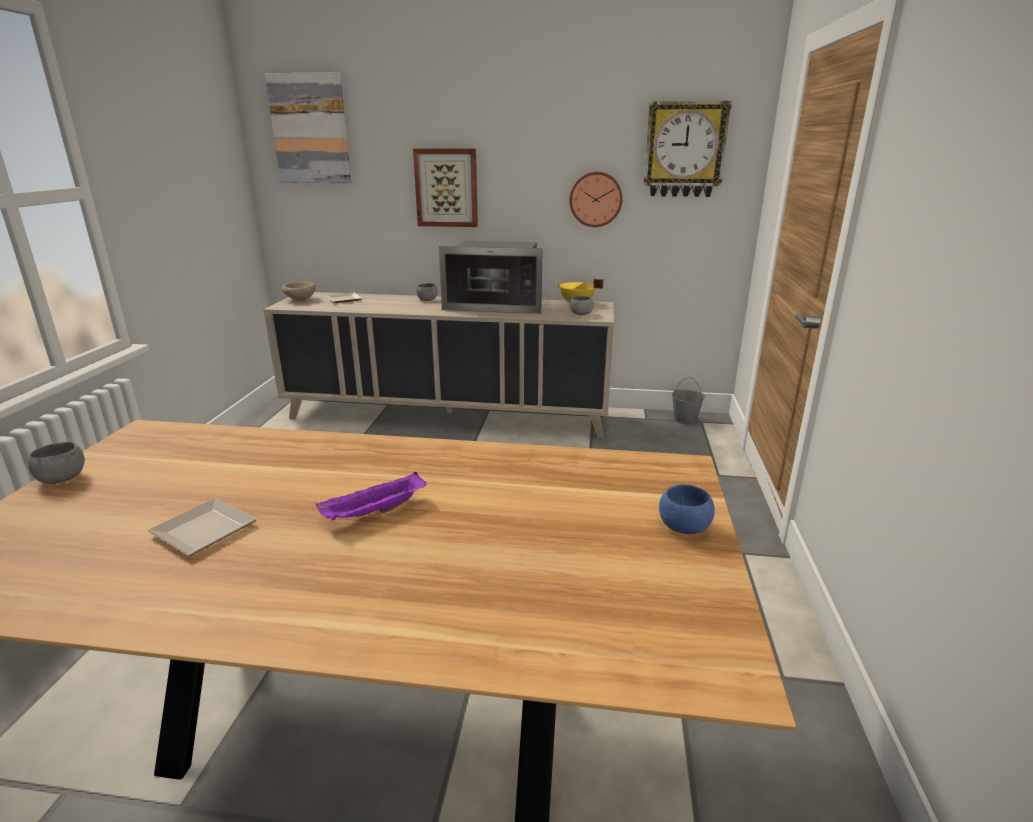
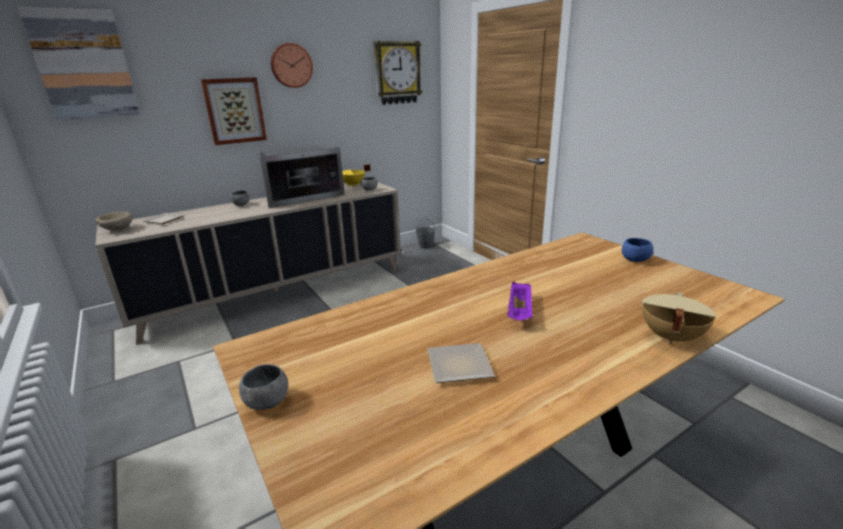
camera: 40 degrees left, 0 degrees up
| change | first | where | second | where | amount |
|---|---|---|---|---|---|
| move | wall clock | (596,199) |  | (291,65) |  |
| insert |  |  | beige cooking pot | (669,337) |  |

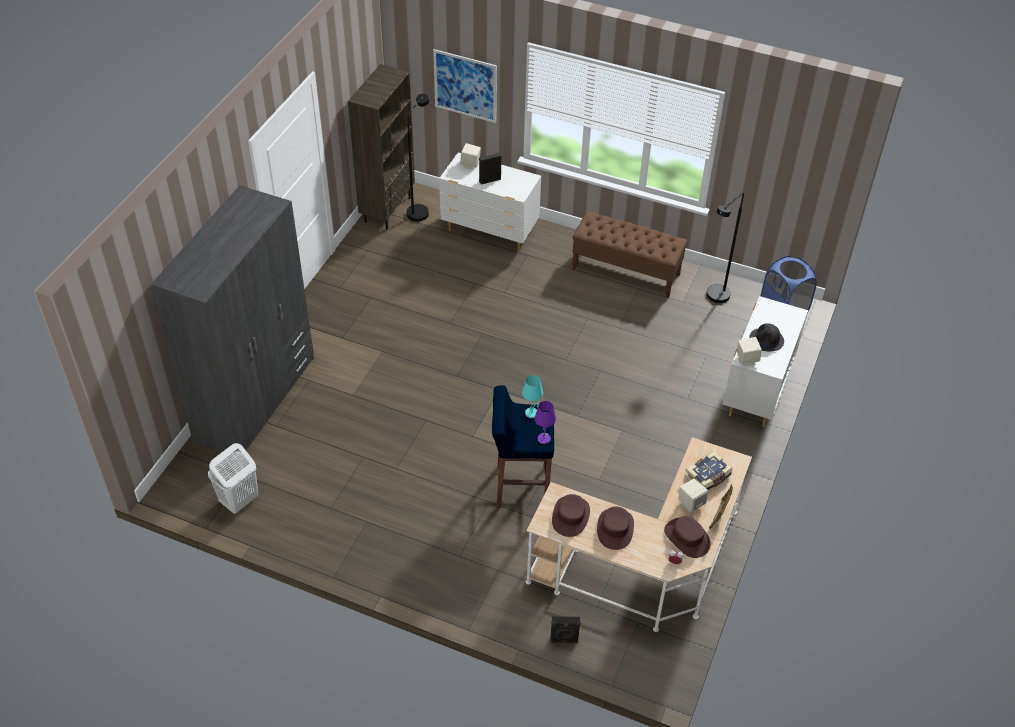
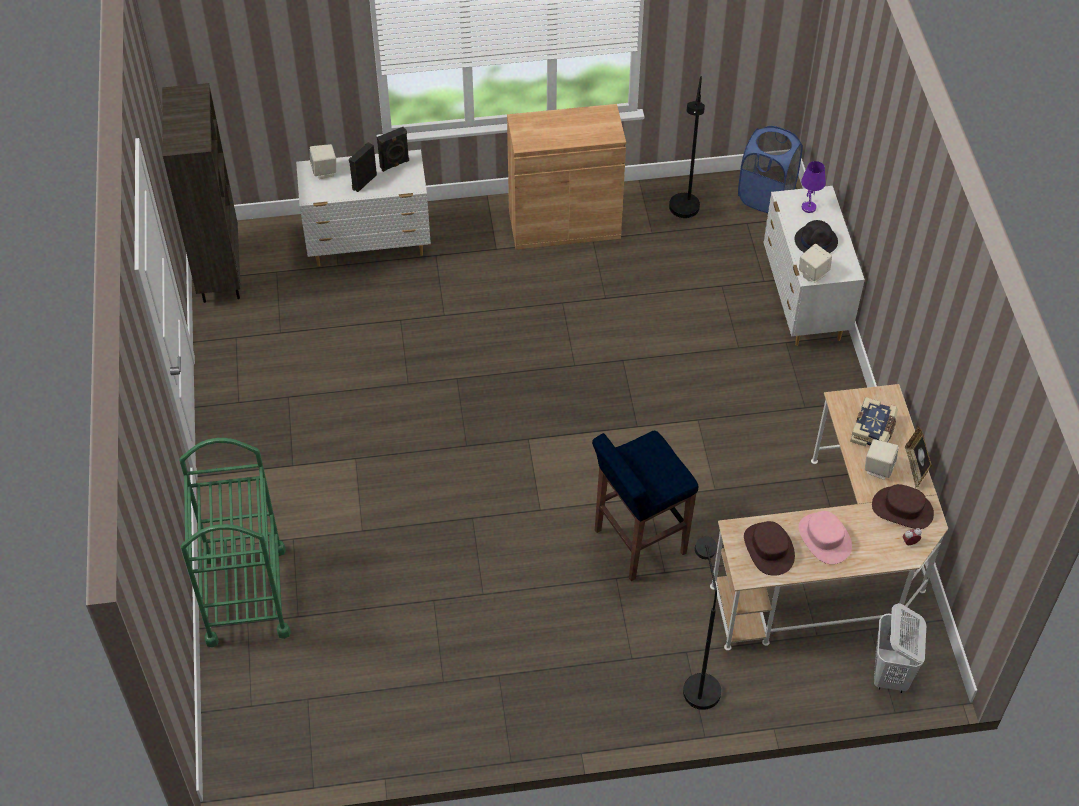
camera: 30 degrees left, 5 degrees up
| change | first | where | second | where | amount |
|---|---|---|---|---|---|
| replace | grey wardrobe | (256,399) | green cart | (246,595) |  |
| move | black speaker | (564,640) |  | (395,164) |  |
| replace | brown bench | (626,272) | brown cabinet | (564,225) |  |
| move | black floor lamp | (419,210) |  | (698,683) |  |
| recolor | brown hat | (615,529) | pink hat | (824,538) |  |
| move | purple table lamp | (543,438) |  | (808,207) |  |
| move | white laundry basket | (239,501) |  | (890,674) |  |
| delete | picture | (465,86) |  |  |  |
| delete | turquoise table lamp | (531,413) |  |  |  |

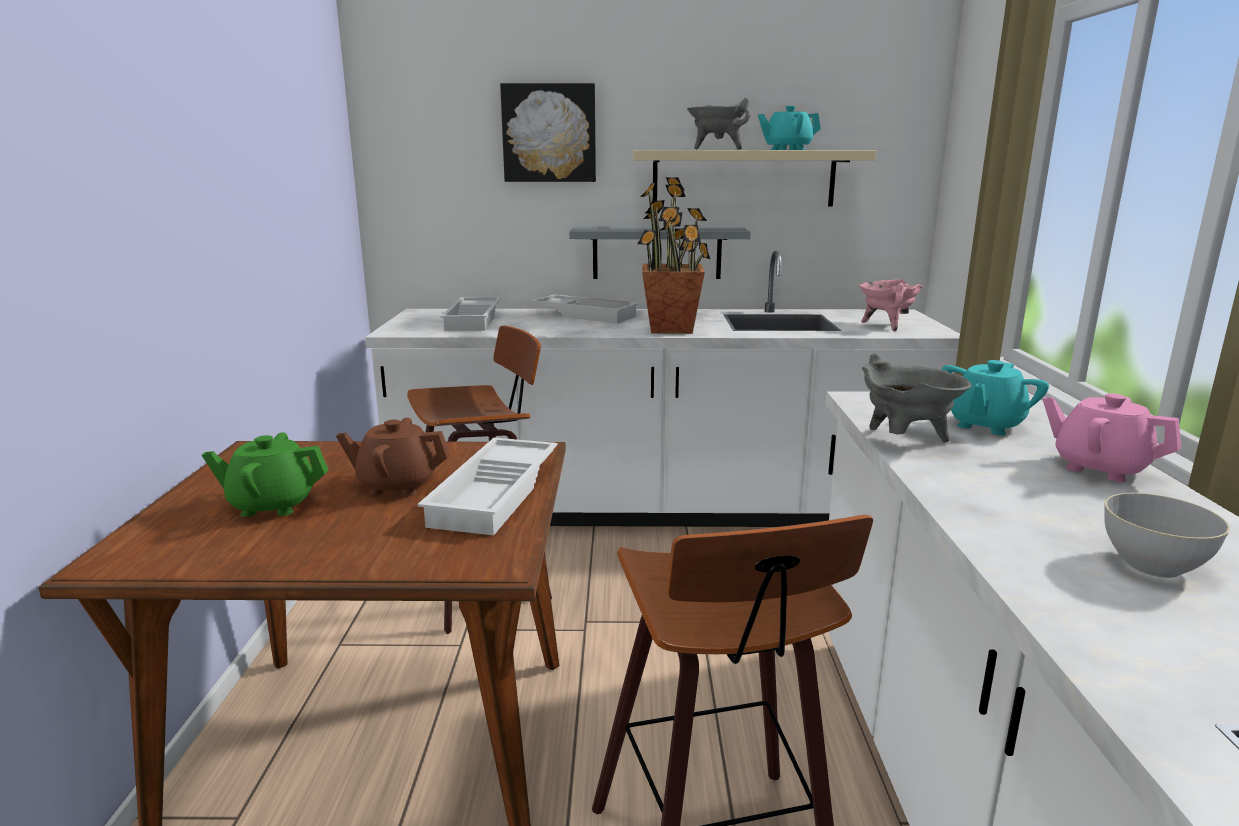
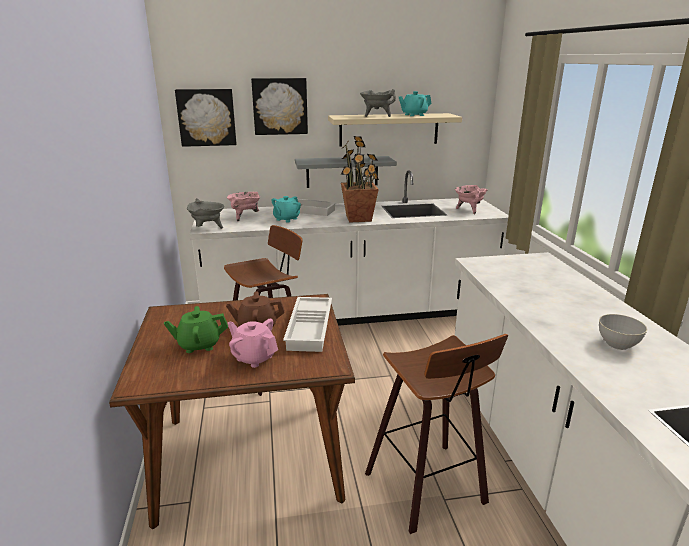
camera: 10 degrees left, 5 degrees up
| change | first | where | second | where | amount |
|---|---|---|---|---|---|
| insert |  |  | picture | (206,117) |  |
| move | grey cooking pot | (905,441) |  | (208,229) |  |
| replace | white tray | (475,320) | pink cooking pot | (245,217) |  |
| move | pink teapot | (1099,468) |  | (254,357) |  |
| move | turquoise teapot | (985,425) |  | (286,219) |  |

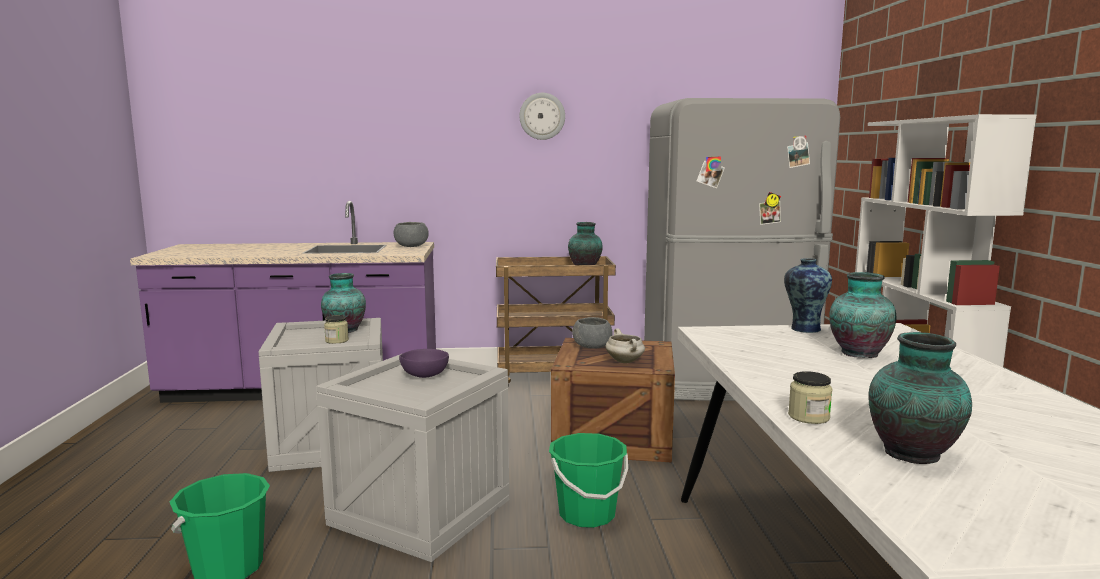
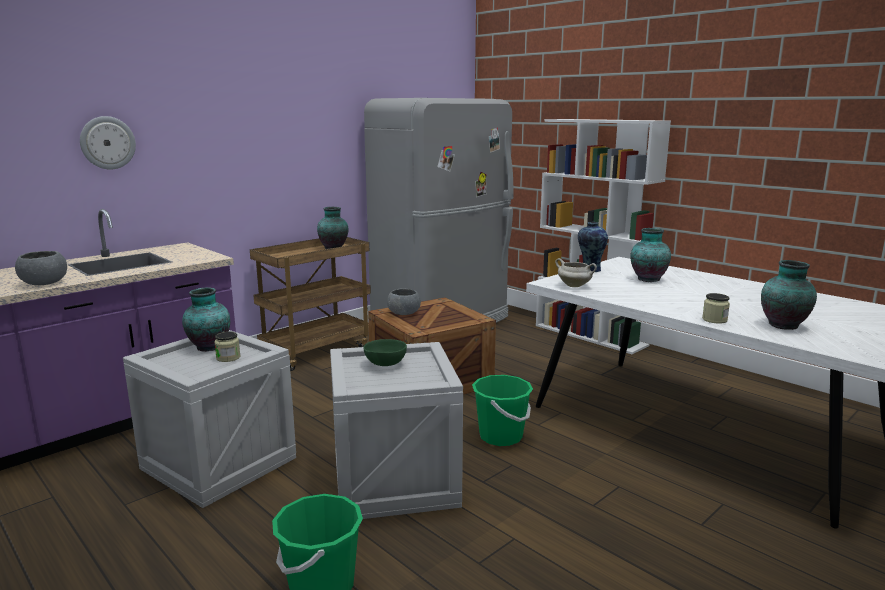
camera: 40 degrees left, 5 degrees up
| change | first | where | second | where | amount |
|---|---|---|---|---|---|
| move | grey bowl | (411,246) |  | (44,283) |  |
| move | wall clock | (542,116) |  | (107,143) |  |
| recolor | purple bowl | (423,376) | green bowl | (384,364) |  |
| move | white cooking pot | (625,361) |  | (575,286) |  |

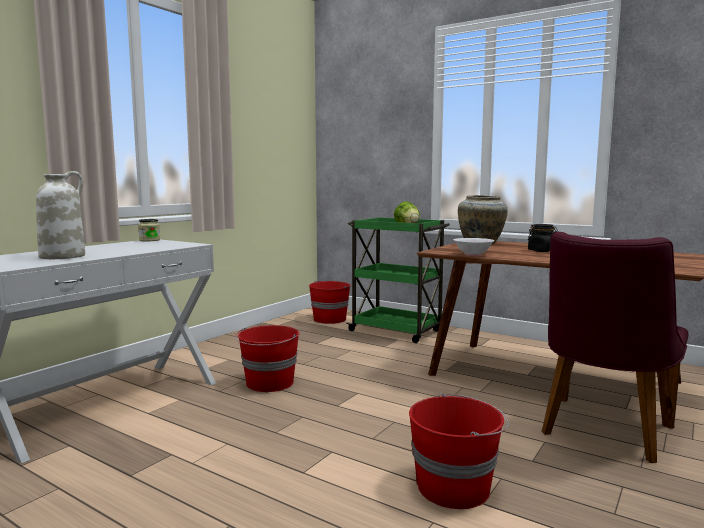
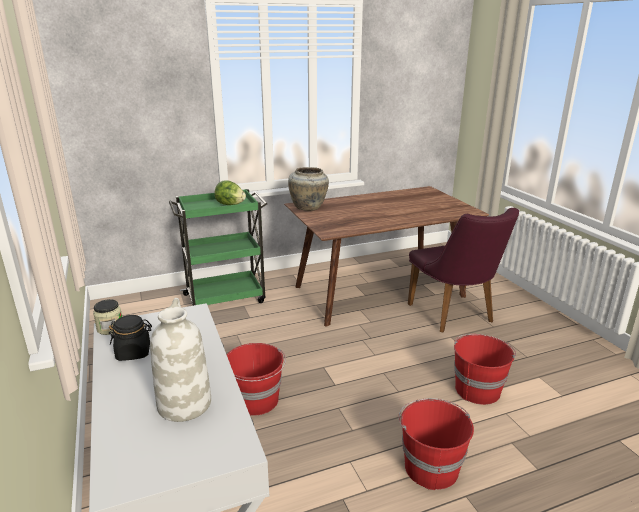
camera: 55 degrees left, 15 degrees up
| change | first | where | second | where | amount |
|---|---|---|---|---|---|
| move | black jar | (542,251) |  | (134,352) |  |
| move | red bucket | (330,319) |  | (430,467) |  |
| delete | white bowl | (473,254) |  |  |  |

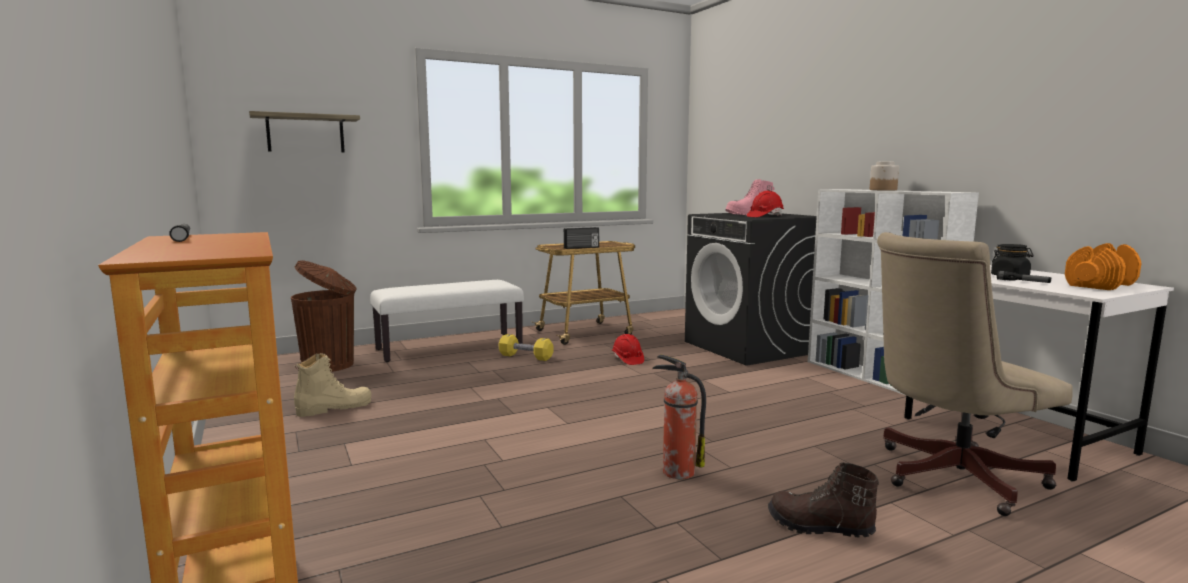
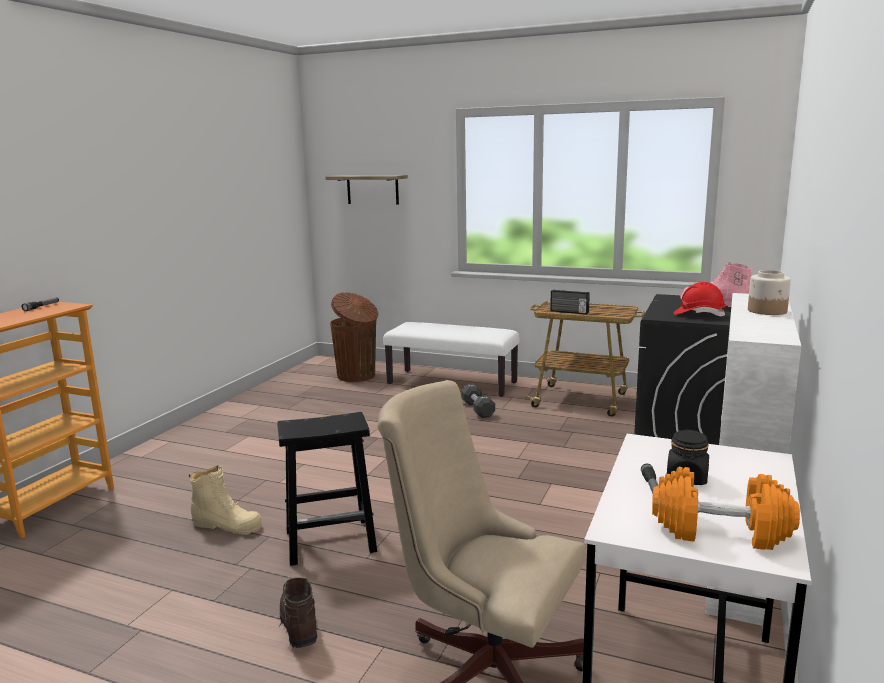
camera: 50 degrees right, 5 degrees up
| change | first | where | second | where | amount |
|---|---|---|---|---|---|
| move | beige boot | (334,408) |  | (227,525) |  |
| replace | fire extinguisher | (676,471) | black stool | (332,540) |  |
| recolor | yellow dumbbell | (526,357) | black dumbbell | (477,409) |  |
| delete | red hard hat | (627,359) |  |  |  |

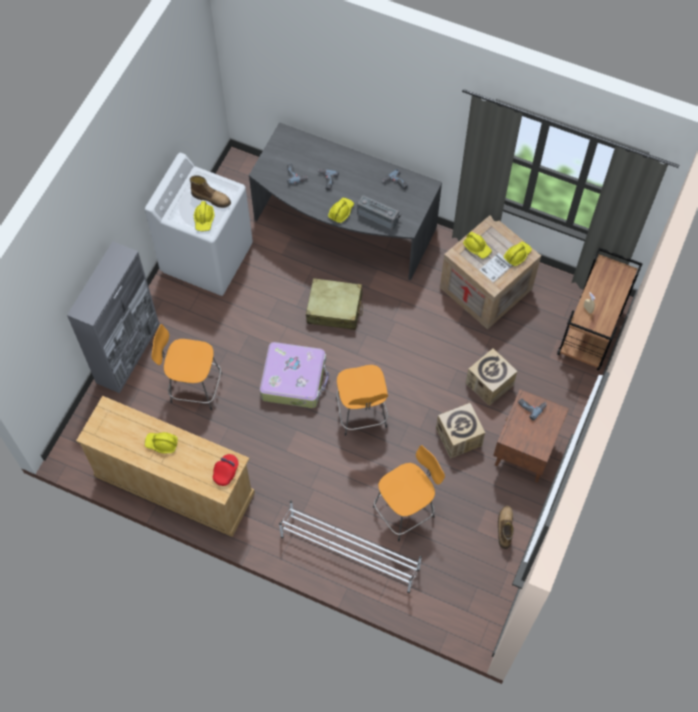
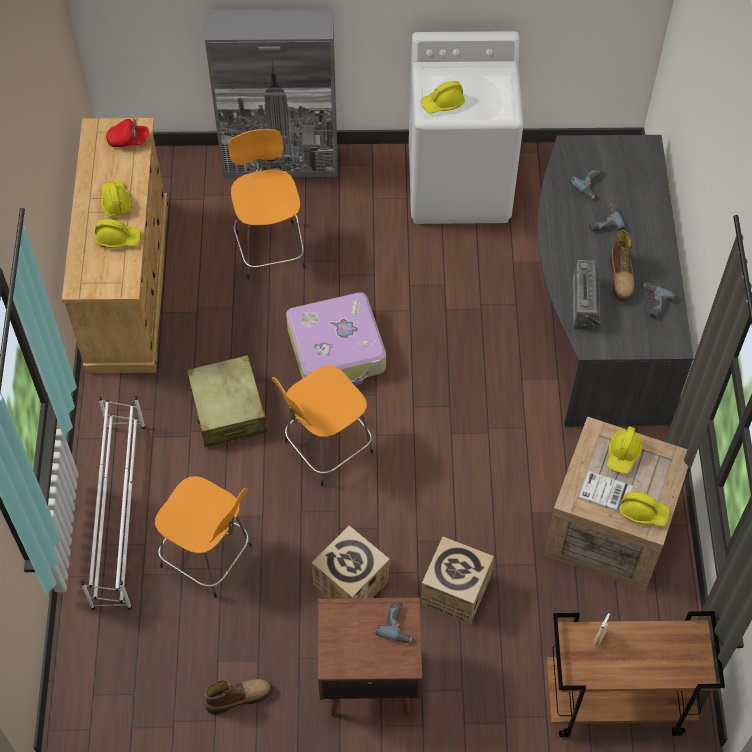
camera: 65 degrees right, 5 degrees down
| change | first | where | second | where | amount |
|---|---|---|---|---|---|
| move | yellow hard hat | (341,212) |  | (118,238) |  |
| move | red cap | (226,472) |  | (128,140) |  |
| move | beige suitcase | (334,309) |  | (228,409) |  |
| move | boot | (211,198) |  | (621,278) |  |

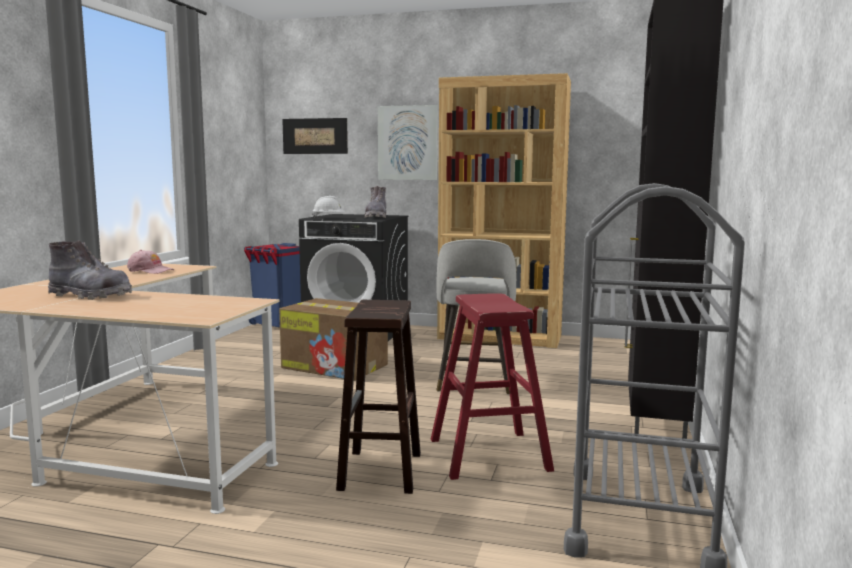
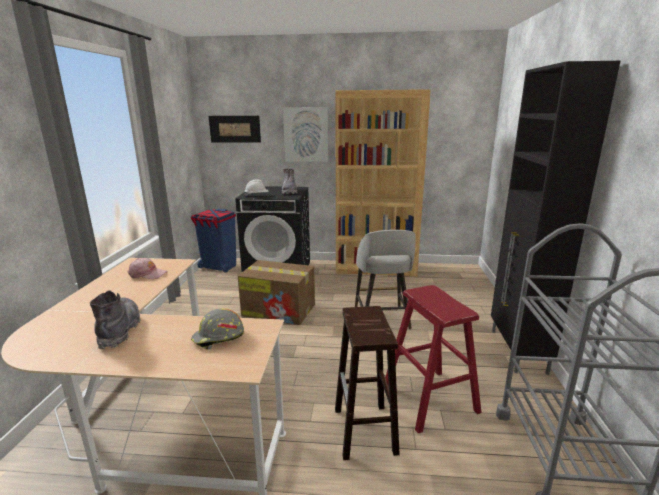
camera: 10 degrees left, 10 degrees up
| change | first | where | second | where | amount |
|---|---|---|---|---|---|
| rotate | grey boot | (90,296) |  | (120,330) | 105 degrees counterclockwise |
| insert |  |  | grey hard hat | (218,338) |  |

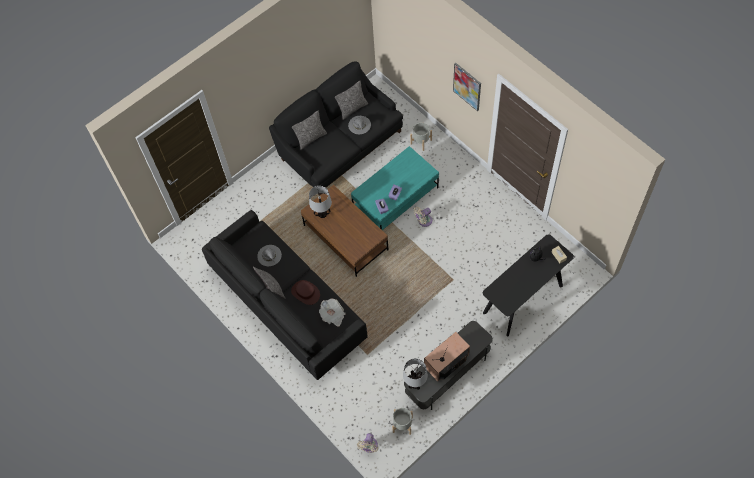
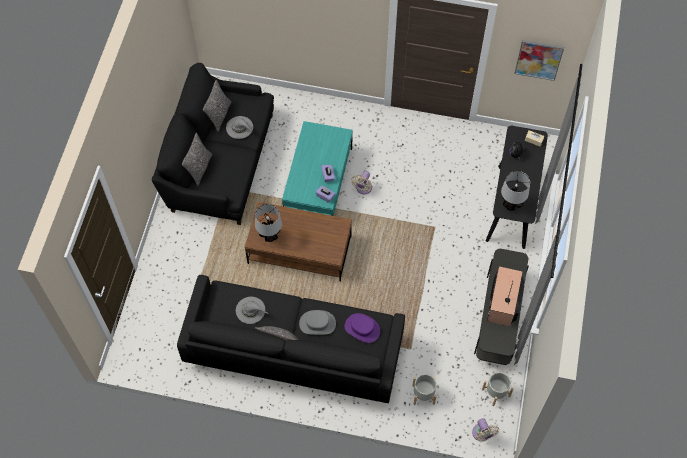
camera: 40 degrees left, 0 degrees up
| change | first | where | second | where | amount |
|---|---|---|---|---|---|
| recolor | brown hat | (305,292) | grey hat | (317,323) |  |
| replace | newspaper | (333,315) | purple hat | (362,328) |  |
| move | grey planter | (421,142) |  | (423,394) |  |
| move | table lamp | (415,384) |  | (511,205) |  |
| move | picture | (467,86) |  | (538,59) |  |

